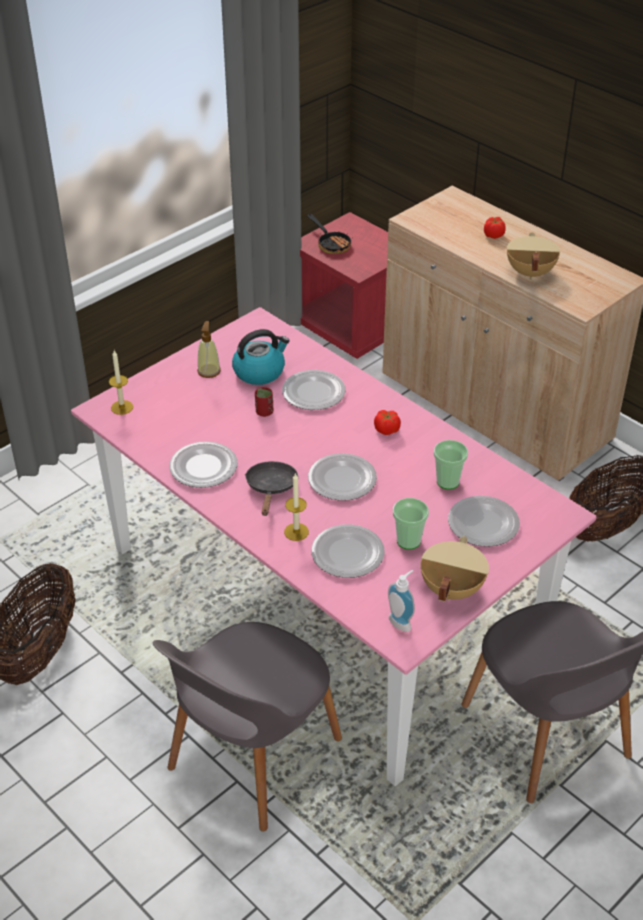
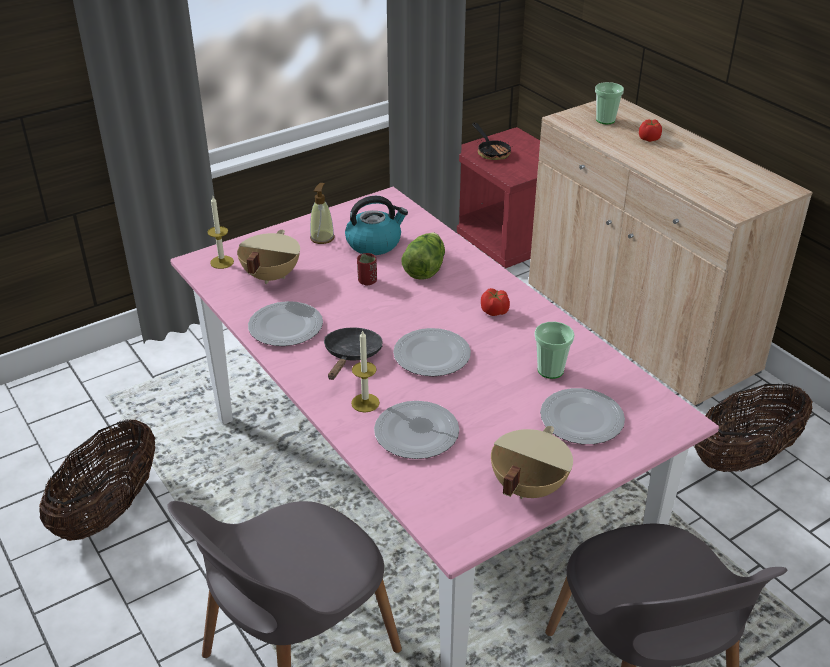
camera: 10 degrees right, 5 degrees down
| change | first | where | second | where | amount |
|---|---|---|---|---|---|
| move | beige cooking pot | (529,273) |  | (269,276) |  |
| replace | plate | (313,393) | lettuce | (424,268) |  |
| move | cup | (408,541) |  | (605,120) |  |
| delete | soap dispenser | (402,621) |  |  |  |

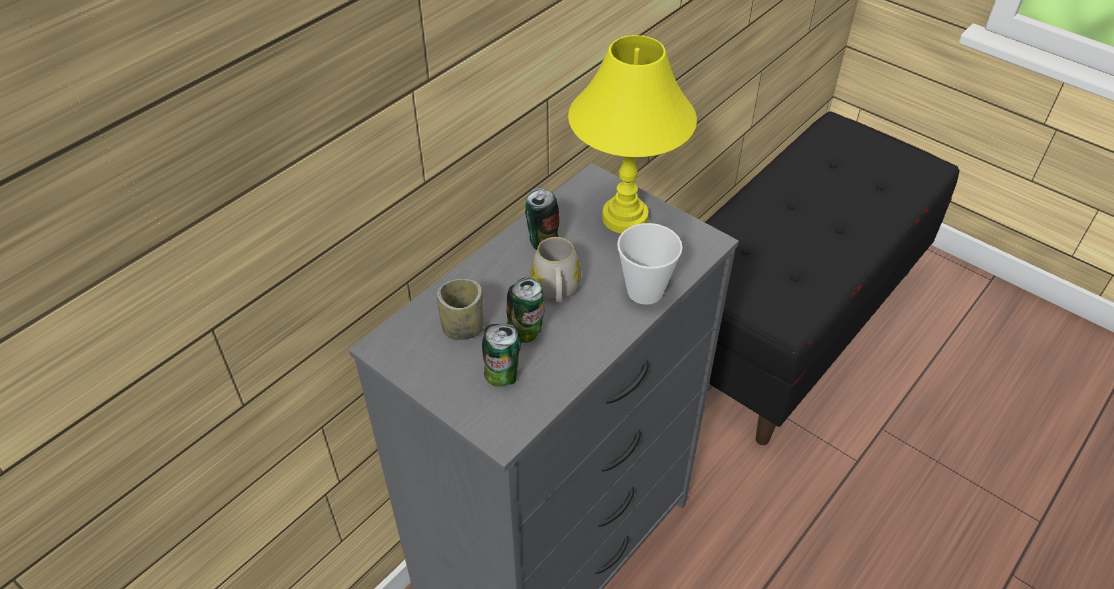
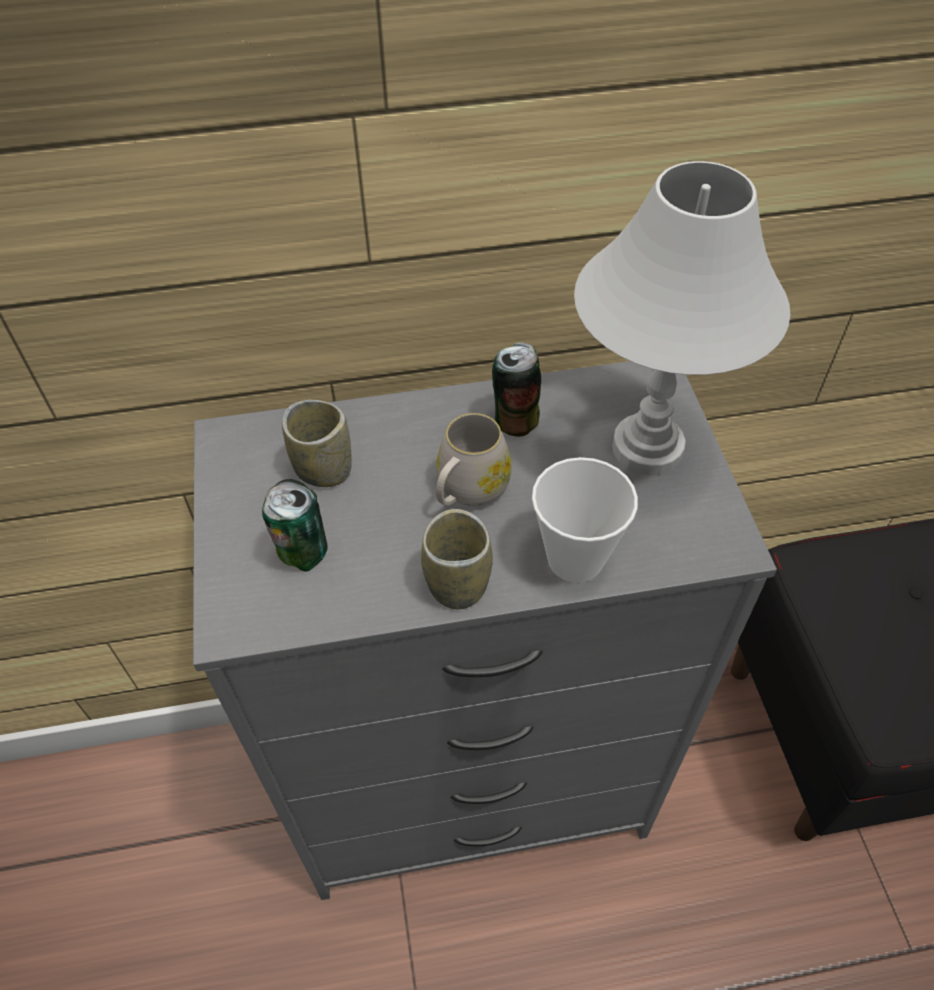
camera: 40 degrees right, 5 degrees up
| change | first | where | second | where | amount |
|---|---|---|---|---|---|
| insert |  |  | cup | (457,584) |  |
| recolor | yellow table lamp | (625,218) | white table lamp | (647,449) |  |
| delete | can | (526,332) |  |  |  |

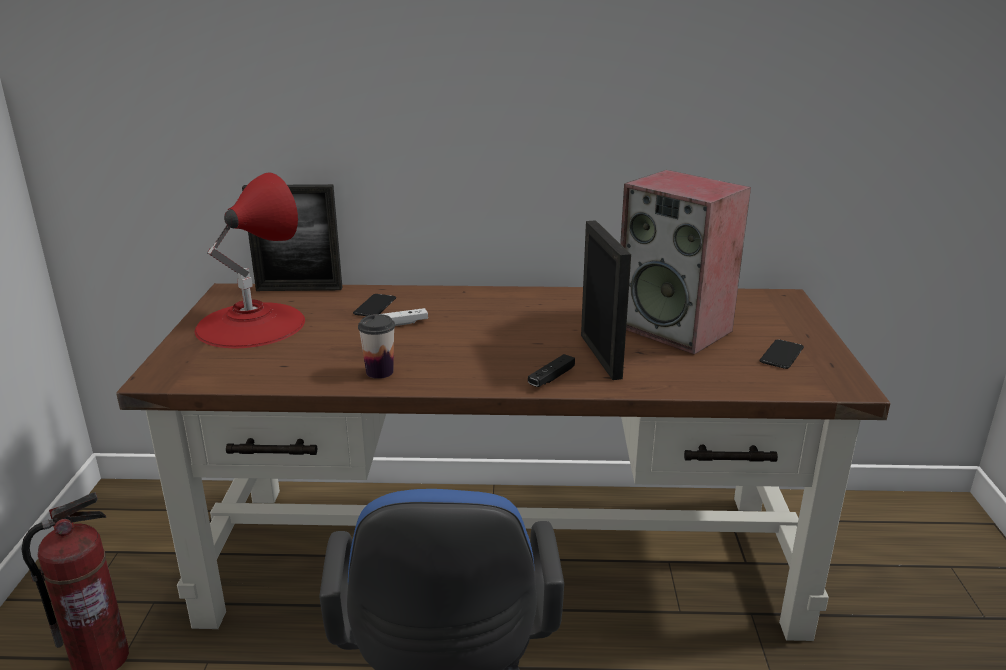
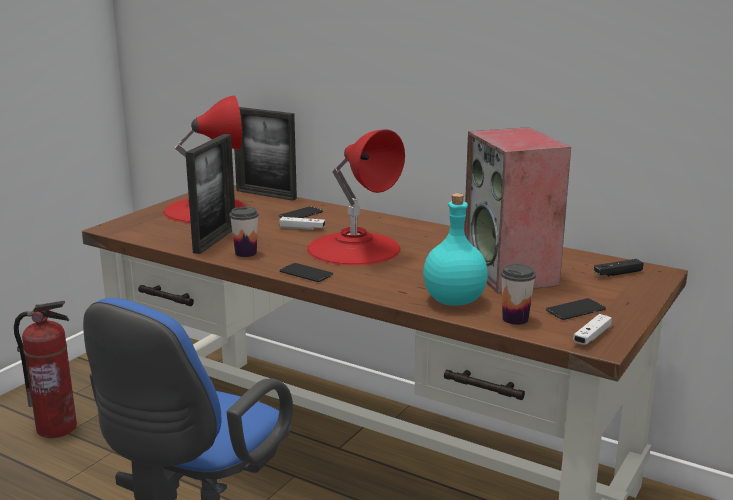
camera: 30 degrees right, 5 degrees down
| change | first | where | second | where | amount |
|---|---|---|---|---|---|
| move | picture frame | (600,356) |  | (215,240) |  |
| insert |  |  | phone | (306,273) |  |
| insert |  |  | red table lamp | (354,248) |  |
| insert |  |  | turquoise bottle | (453,301) |  |
| insert |  |  | cup | (515,319) |  |
| insert |  |  | white game controller | (592,336) |  |
| move | black game controller | (551,378) |  | (618,273) |  |

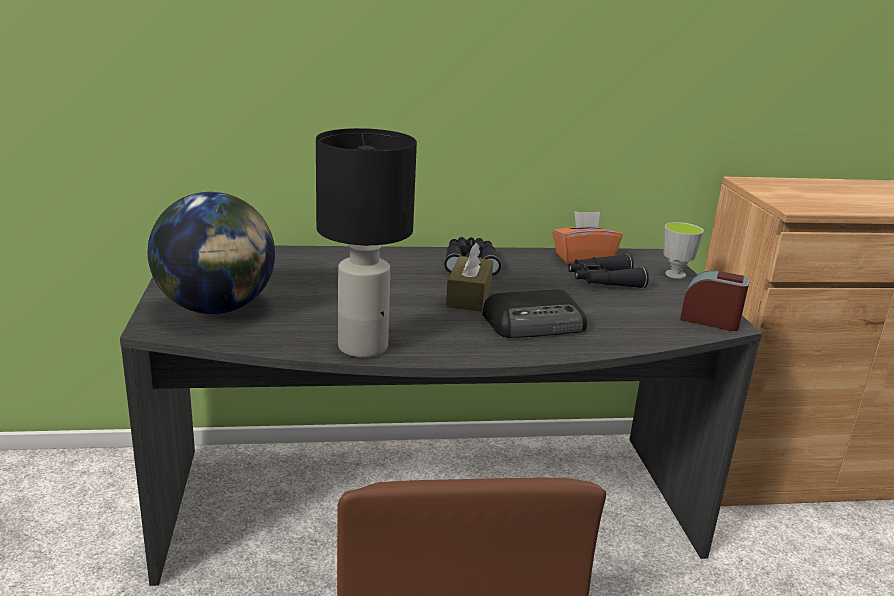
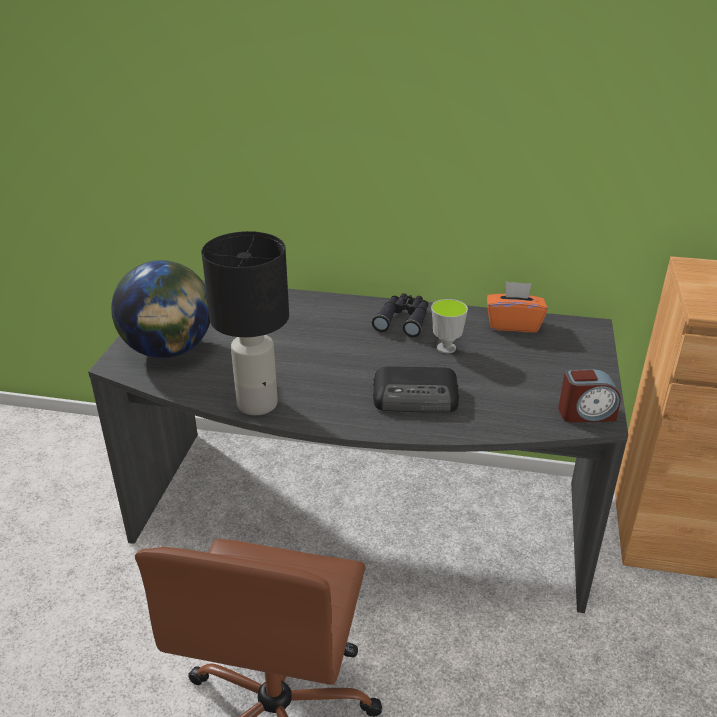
camera: 20 degrees right, 10 degrees up
| change | first | where | second | where | amount |
|---|---|---|---|---|---|
| move | cup | (675,274) |  | (446,348) |  |
| rotate | alarm clock | (710,320) |  | (586,413) | 135 degrees clockwise |
| delete | brown tissue box | (469,296) |  |  |  |
| delete | black binoculars | (603,281) |  |  |  |

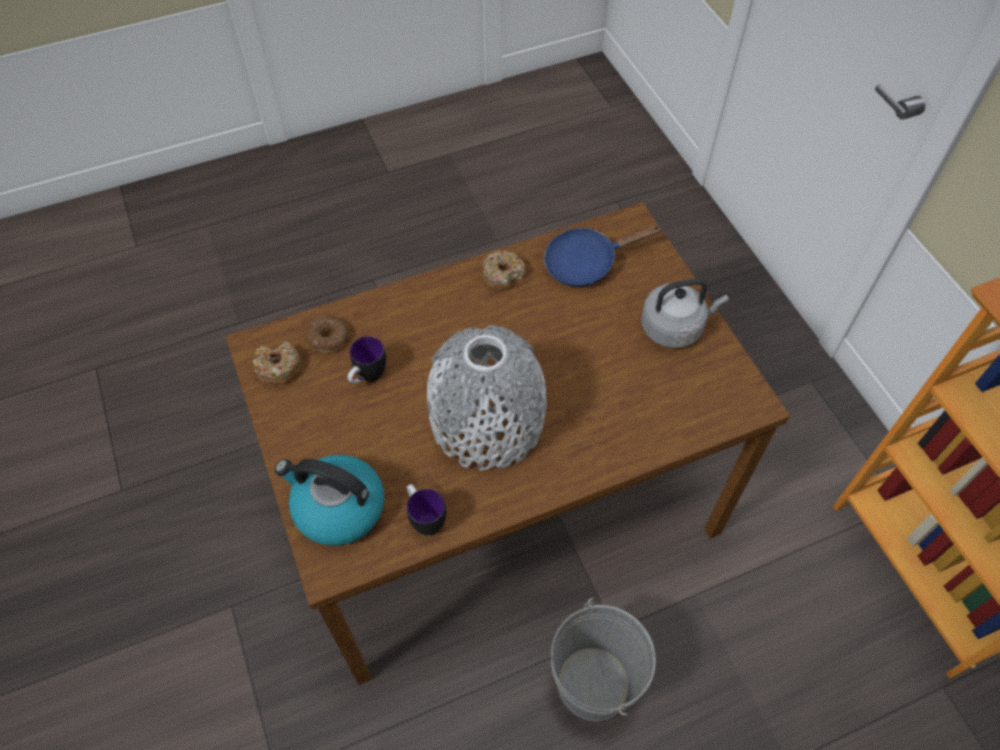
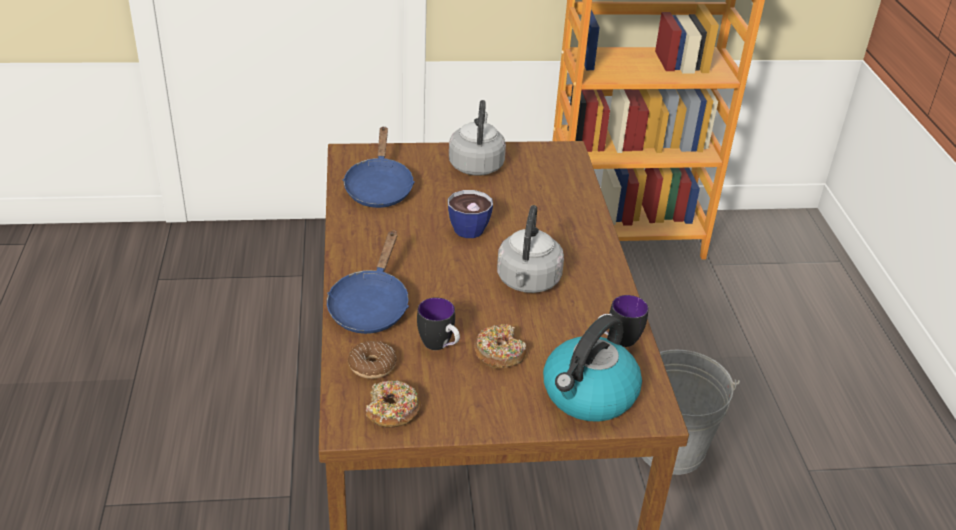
camera: 75 degrees left, 20 degrees down
| change | first | where | second | where | amount |
|---|---|---|---|---|---|
| insert |  |  | blue frying pan | (370,306) |  |
| insert |  |  | cup | (468,226) |  |
| move | donut | (502,274) |  | (499,353) |  |
| replace | grey vase | (487,422) | grey kettle | (527,282) |  |

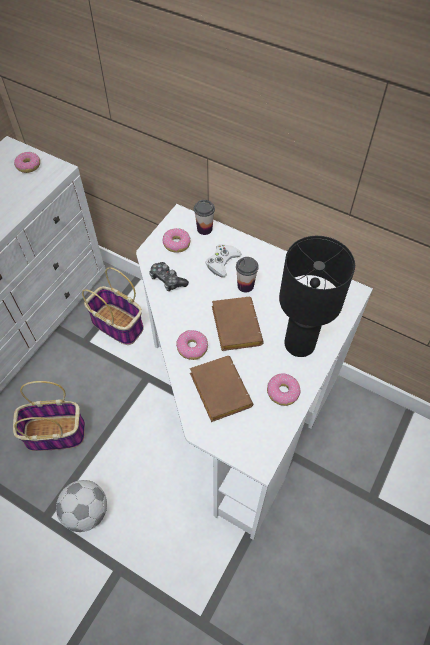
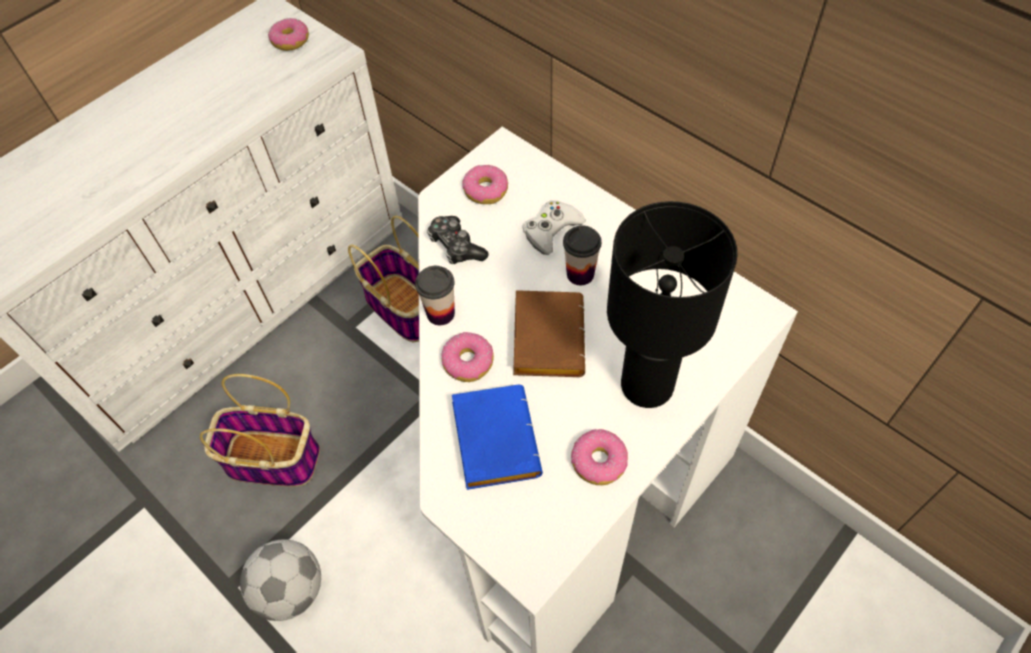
camera: 15 degrees right, 0 degrees up
| change | first | where | second | where | amount |
|---|---|---|---|---|---|
| move | cup | (204,229) |  | (440,313) |  |
| recolor | brown book | (218,390) | blue book | (492,438) |  |

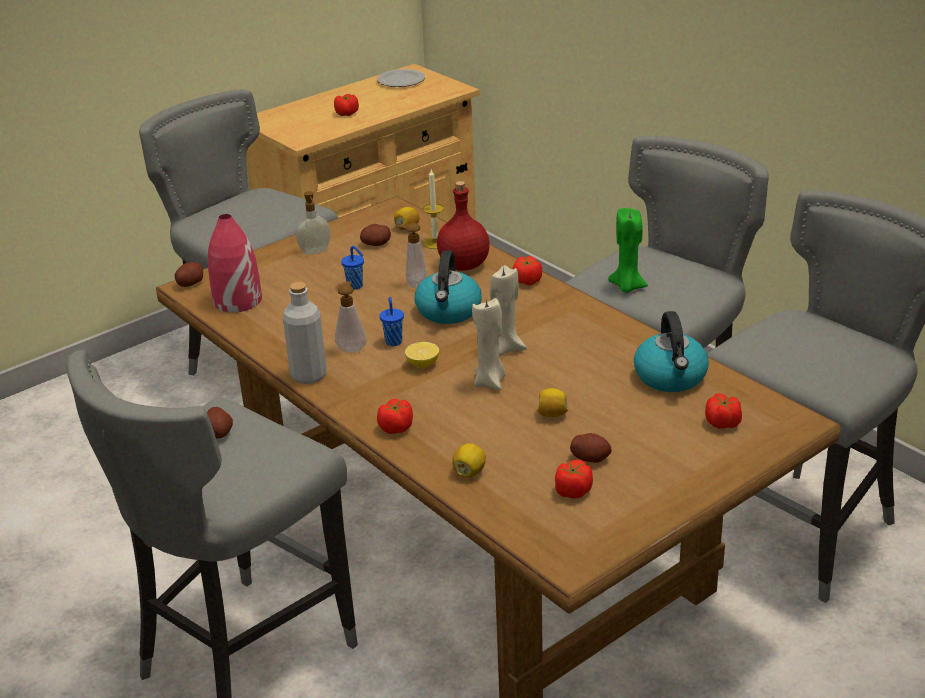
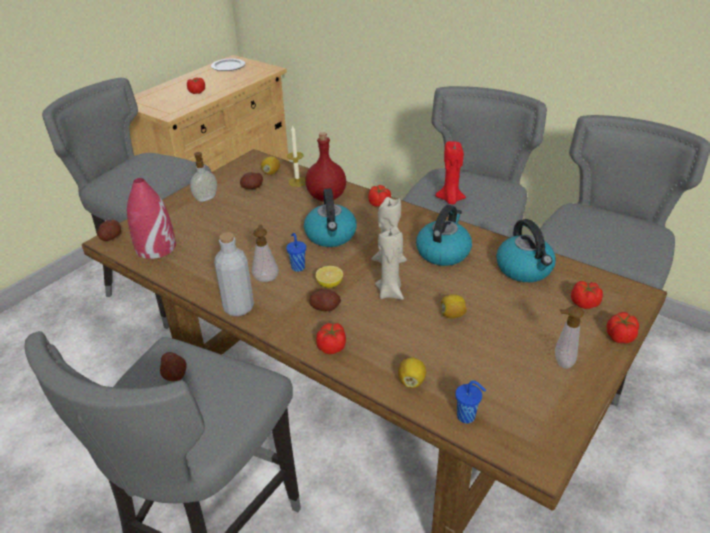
camera: 15 degrees left, 5 degrees up
| change | first | where | second | where | amount |
|---|---|---|---|---|---|
| move | potato | (590,458) |  | (325,307) |  |
| insert |  |  | kettle | (443,252) |  |
| recolor | green candle | (627,287) | red candle | (450,200) |  |
| move | blue cup | (356,286) |  | (467,417) |  |
| move | soap dispenser | (414,284) |  | (561,361) |  |
| move | tomato | (573,491) |  | (619,337) |  |

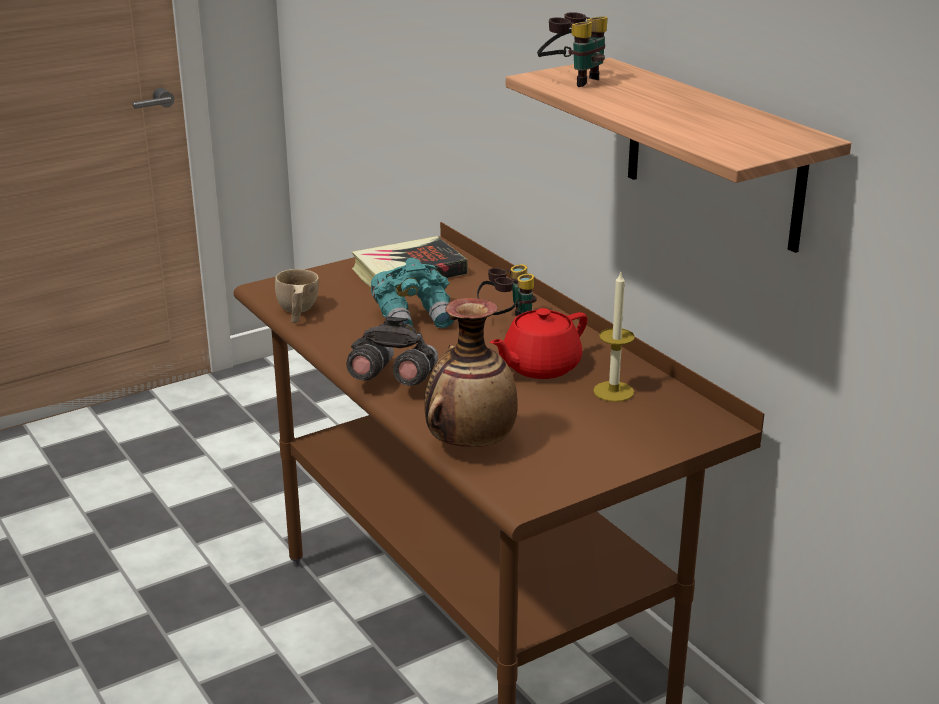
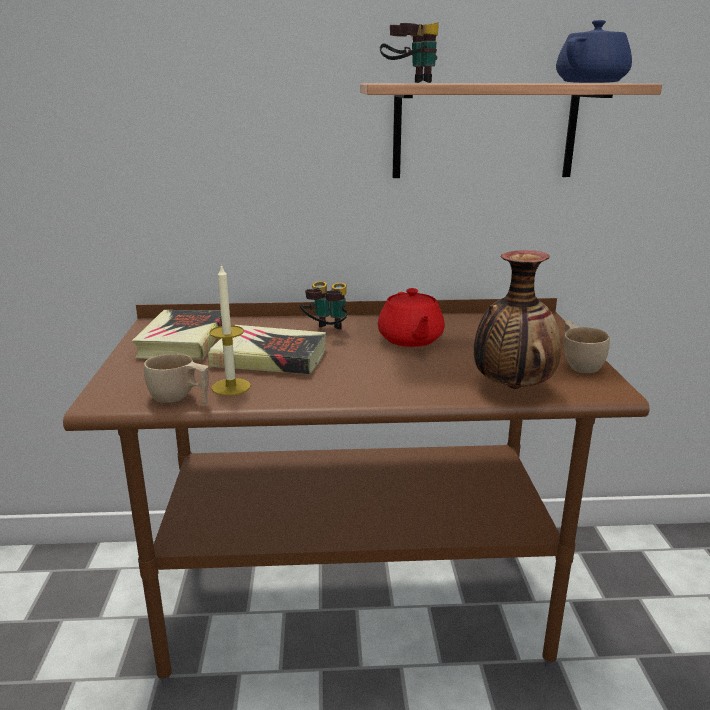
camera: 60 degrees left, 5 degrees down
| change | first | where | second | where | amount |
|---|---|---|---|---|---|
| replace | turquoise binoculars | (414,317) | book | (269,358) |  |
| move | candle | (613,391) |  | (231,387) |  |
| insert |  |  | blue teapot | (592,82) |  |
| insert |  |  | beige cup | (579,363) |  |
| delete | grey binoculars | (393,380) |  |  |  |

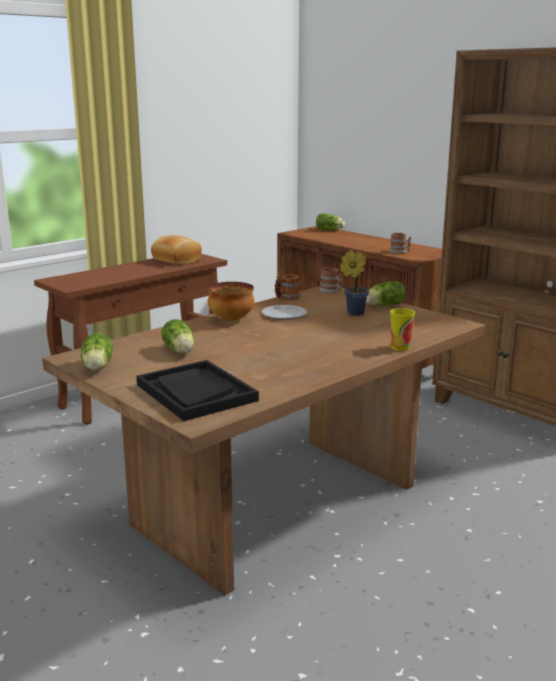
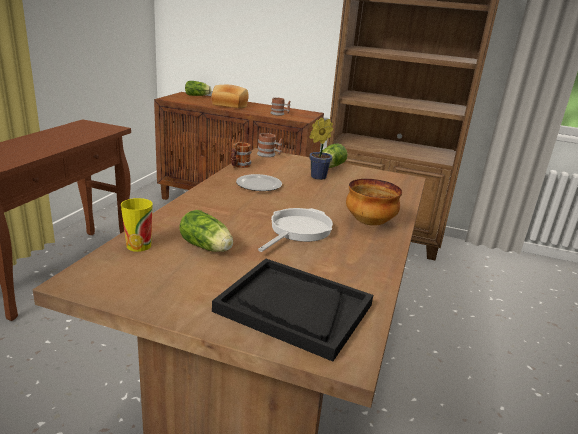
camera: 30 degrees left, 5 degrees up
| change | first | where | second | where | amount |
|---|---|---|---|---|---|
| move | cup | (400,347) |  | (139,245) |  |
| move | bread | (175,260) |  | (229,105) |  |
| insert |  |  | frying pan | (298,230) |  |
| move | bowl | (232,320) |  | (370,223) |  |
| delete | lettuce | (97,367) |  |  |  |

